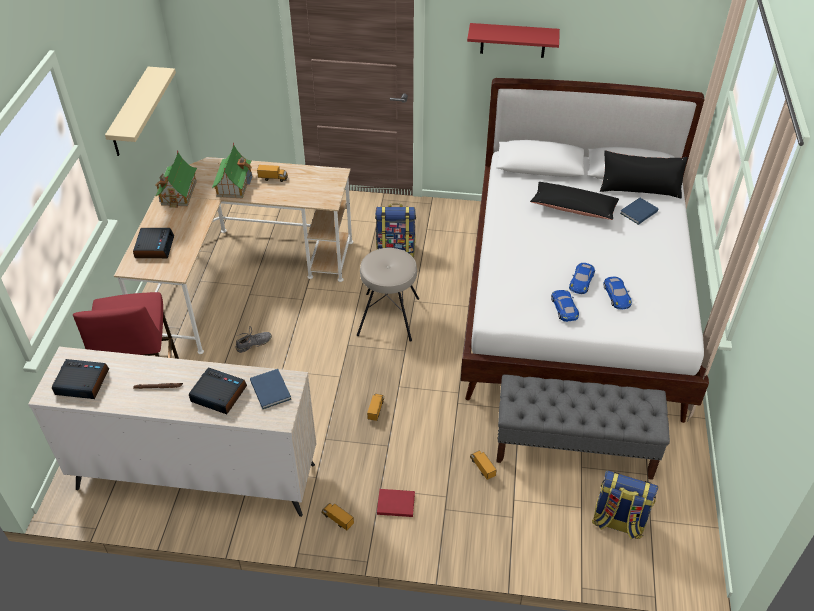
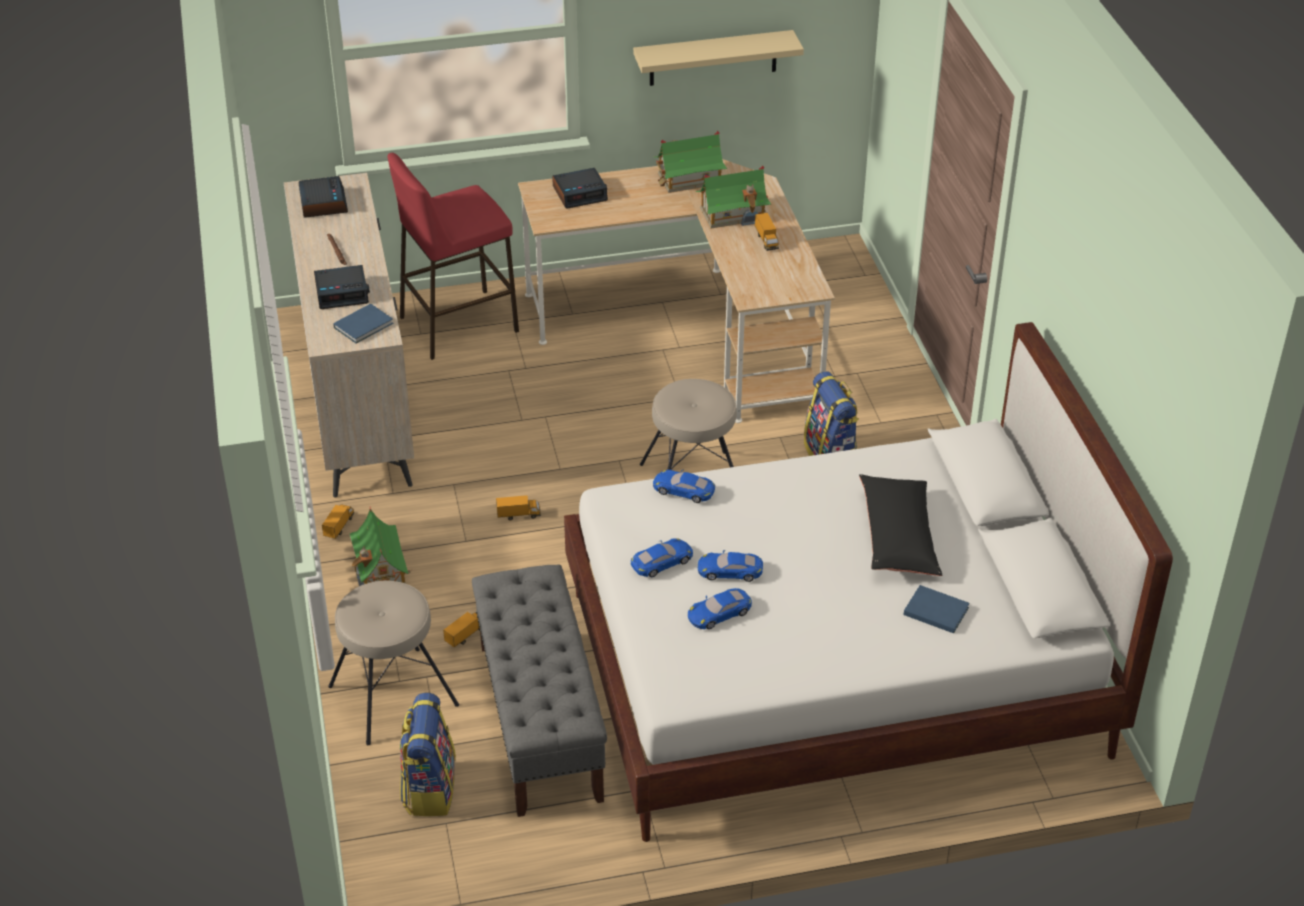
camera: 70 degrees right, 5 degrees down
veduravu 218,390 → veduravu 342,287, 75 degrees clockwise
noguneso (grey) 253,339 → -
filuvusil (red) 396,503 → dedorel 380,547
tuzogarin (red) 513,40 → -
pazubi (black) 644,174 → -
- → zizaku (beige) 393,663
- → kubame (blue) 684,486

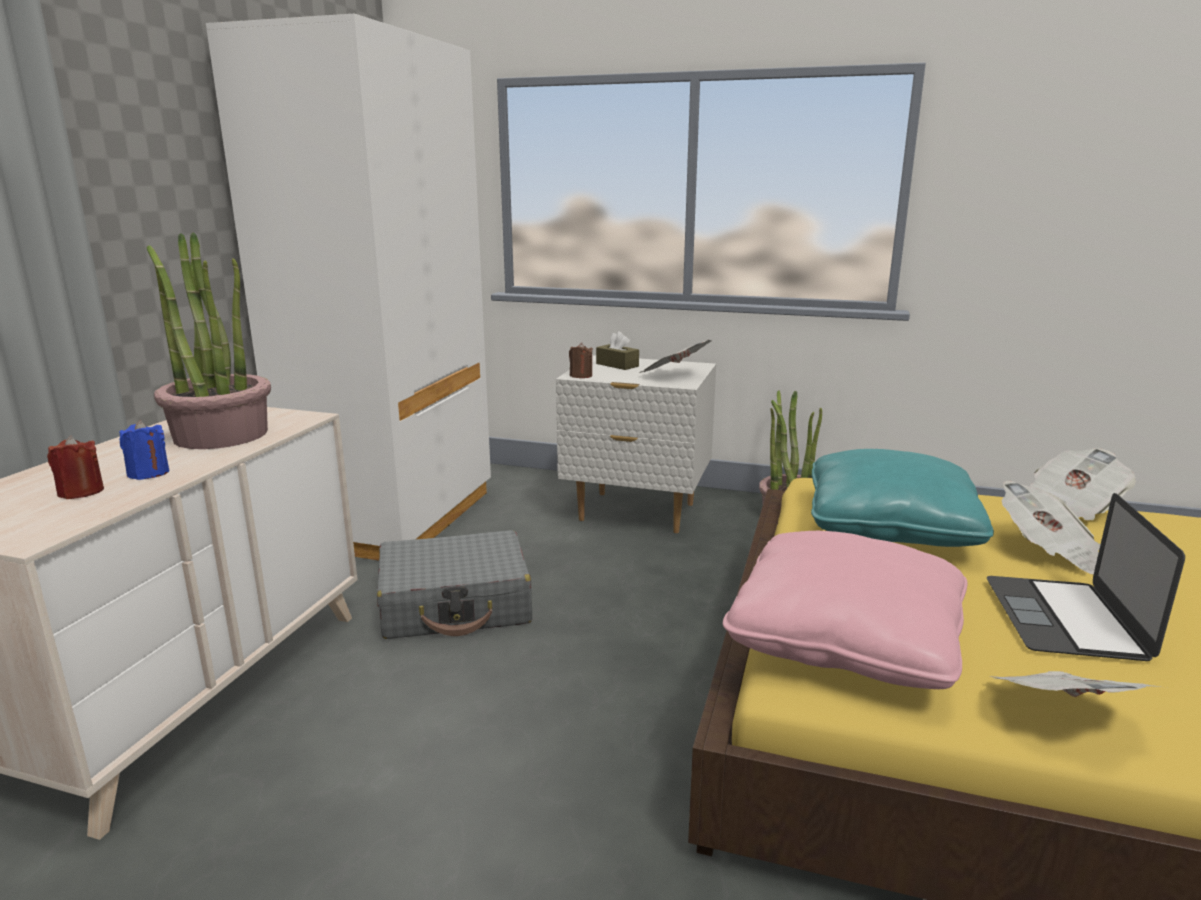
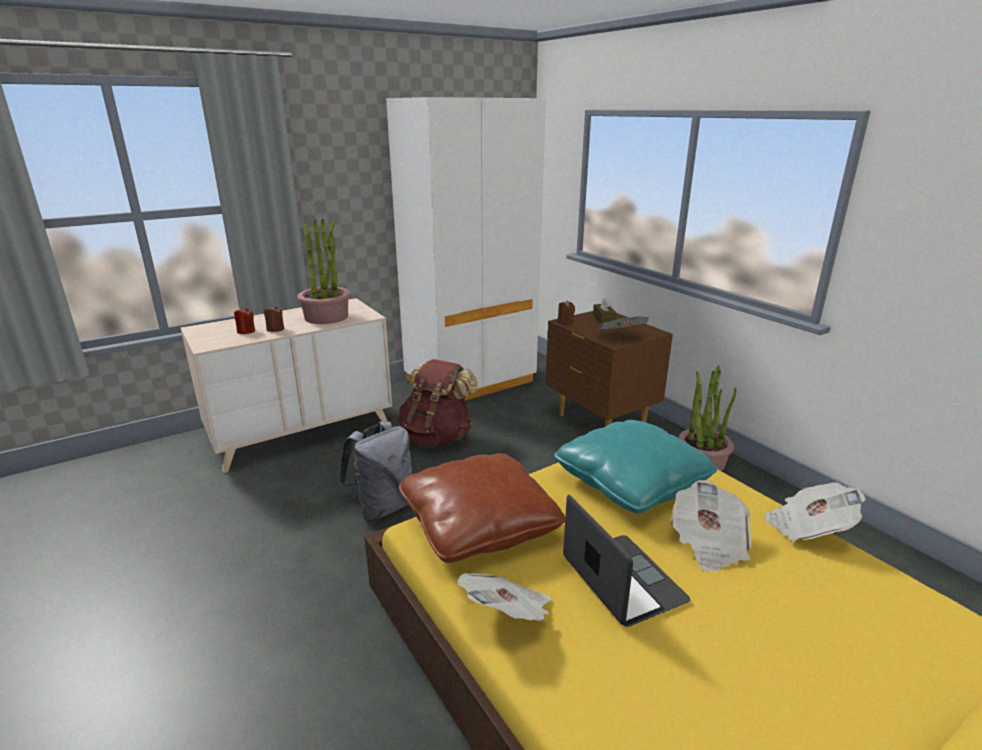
camera: 40 degrees right, 5 degrees up
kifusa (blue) 144,450 → kifusa (brown) 274,318
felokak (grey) 454,584 → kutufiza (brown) 438,403
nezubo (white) 636,444 → nezubo (brown) 609,369
pazubi (pink) 845,610 → pazubi (brown) 482,508
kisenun 1086,577 → kisenun 626,561, 105 degrees clockwise
- → kutufiza (grey) 375,471

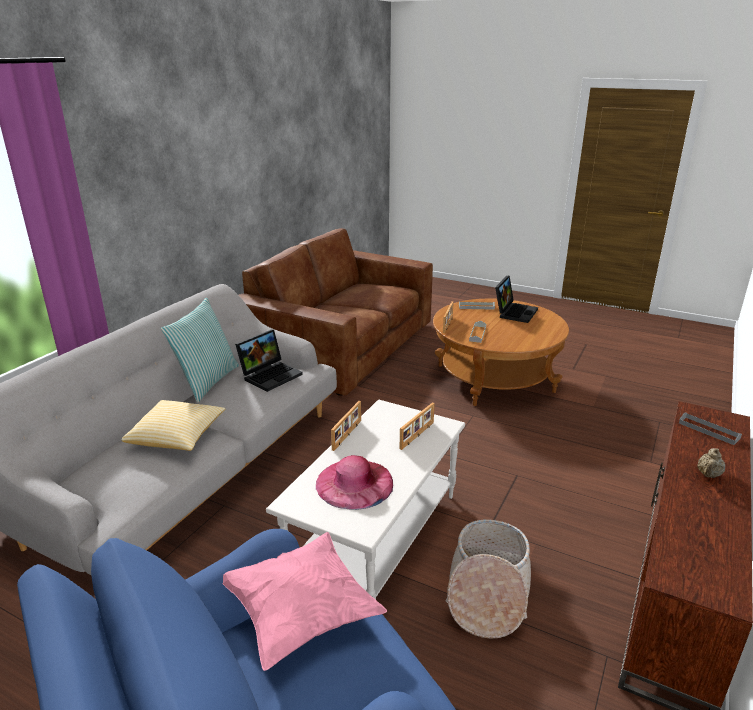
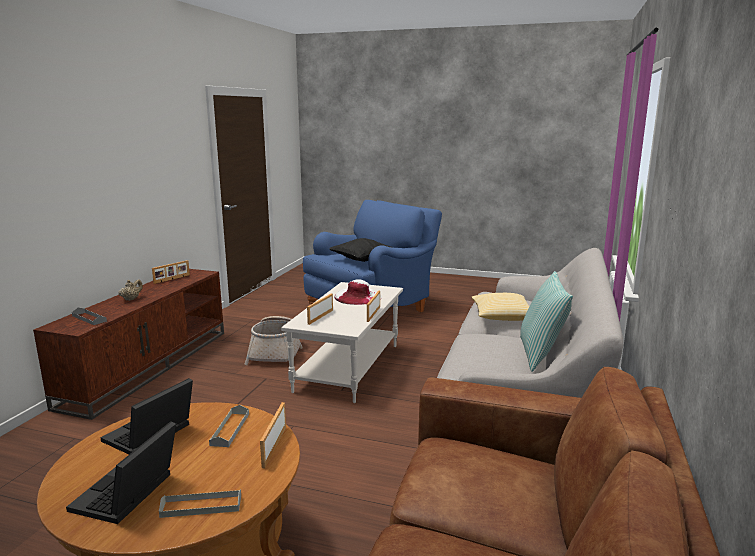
camera: 170 degrees right, 10 degrees down
pazubi (pink) 305,601 → pazubi (black) 361,250
kisenun 269,360 → kisenun 146,416, relocated
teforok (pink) 354,482 → teforok (white) 358,292
- → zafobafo 171,272

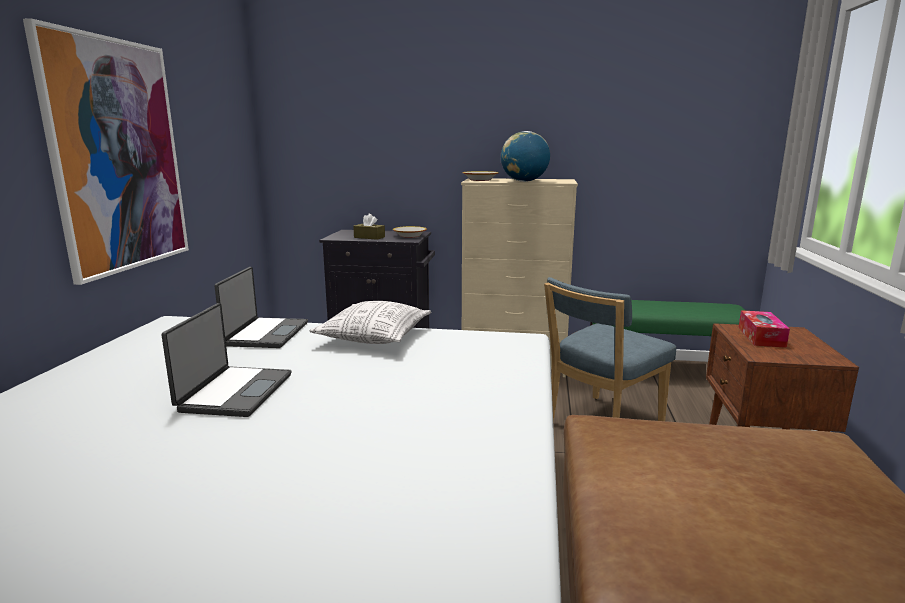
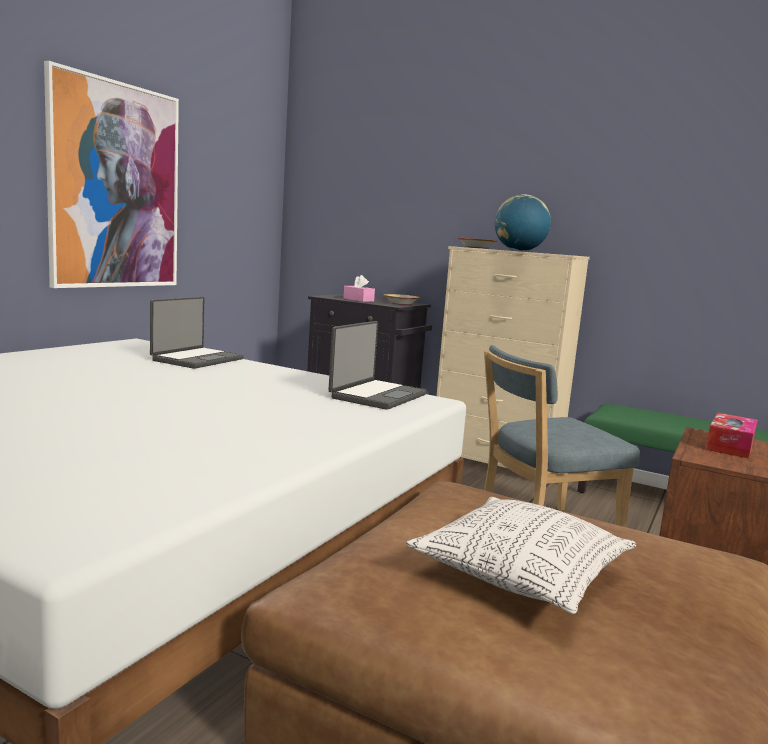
camera: 20 degrees right, 5 degrees down
kisenun 226,360 → kisenun 377,365, relocated
pazubi 370,322 → pazubi 521,555, relocated
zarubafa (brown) 369,227 → zarubafa (pink) 359,288

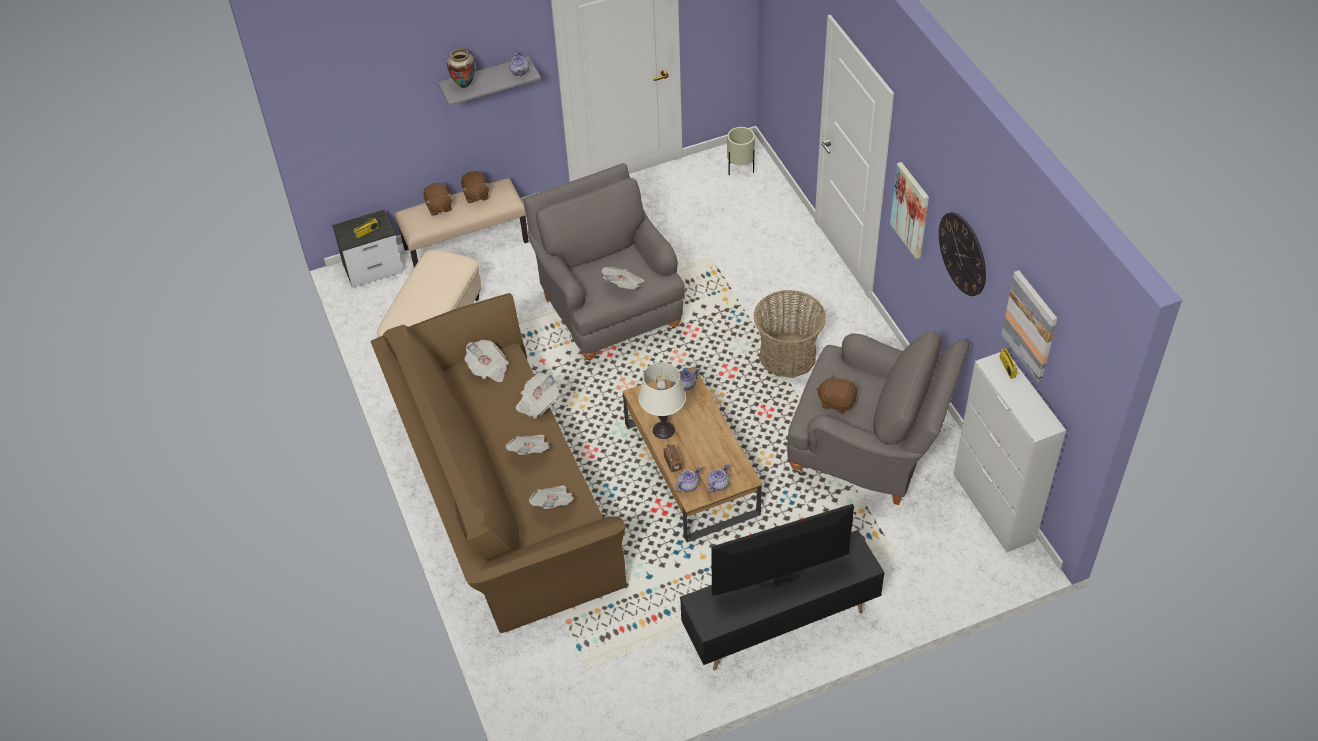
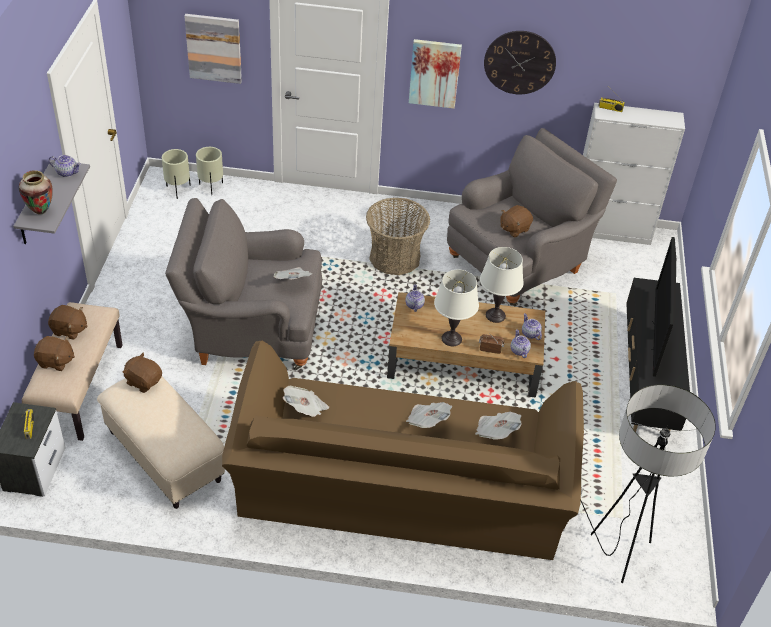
camera: 65 degrees left, 5 degrees down
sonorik 537,396 → -
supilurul 1029,326 → supilurul 213,49, relocated
- → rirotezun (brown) 142,373
- → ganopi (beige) 209,171
- → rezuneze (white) 502,285
- → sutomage 648,484

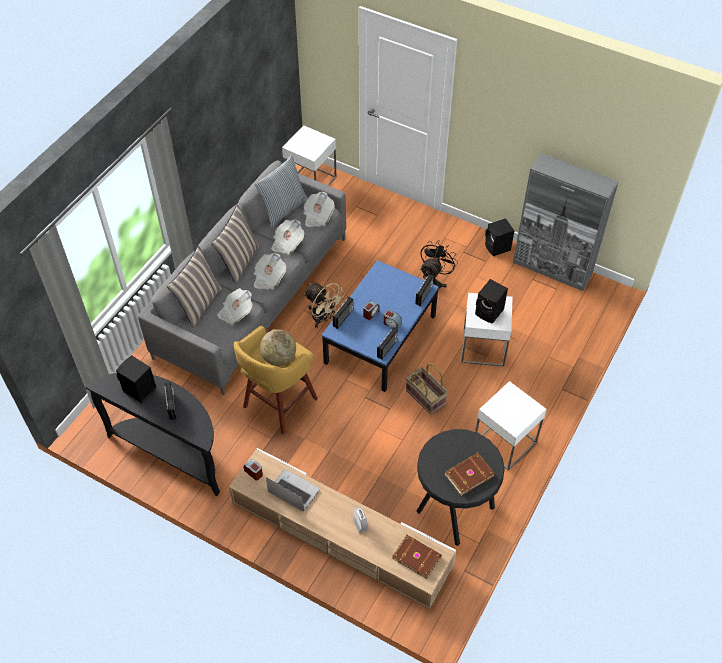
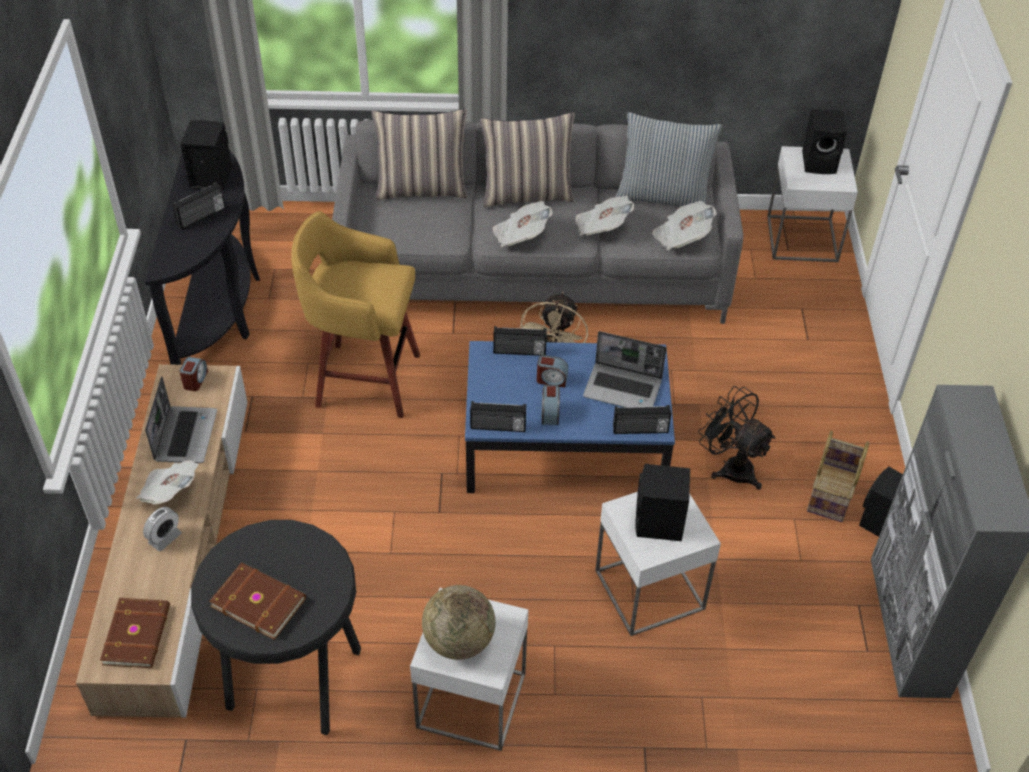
camera: 60 degrees right, 5 degrees down
sonorik 235,306 → sonorik 167,482, relocated
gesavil 278,347 → gesavil 458,622, relocated
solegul 427,389 → solegul 838,476, relocated
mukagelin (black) 439,264 → mukagelin (black) 737,438, 135 degrees counterclockwise
- → kisenun 625,369
- → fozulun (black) 824,141

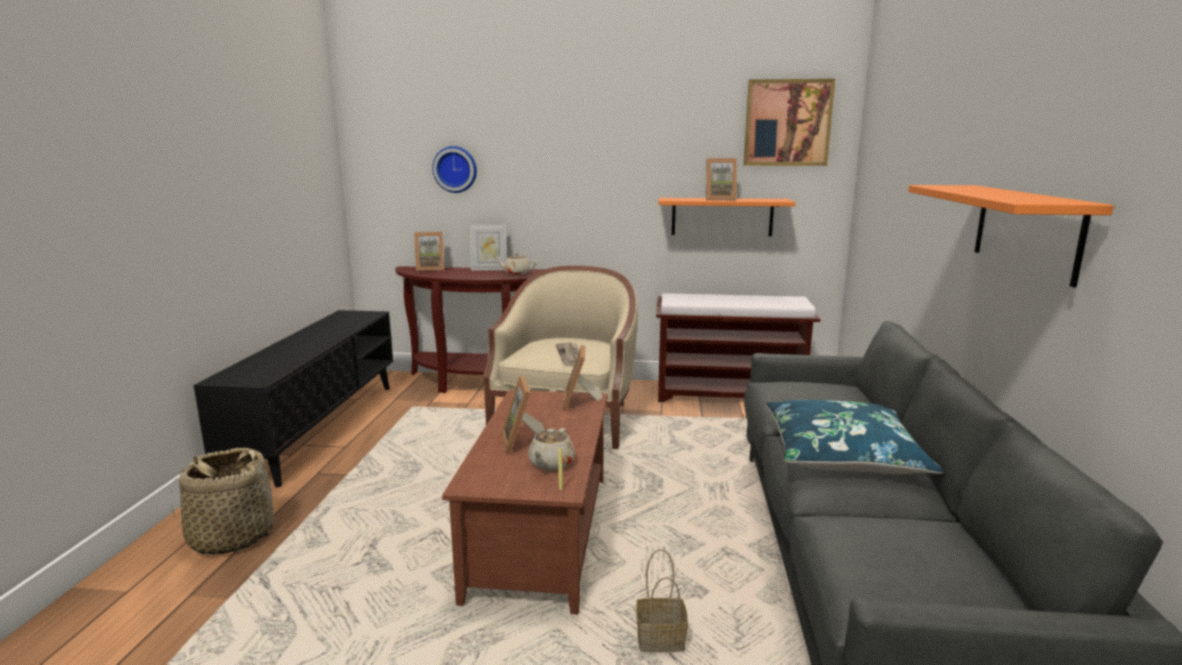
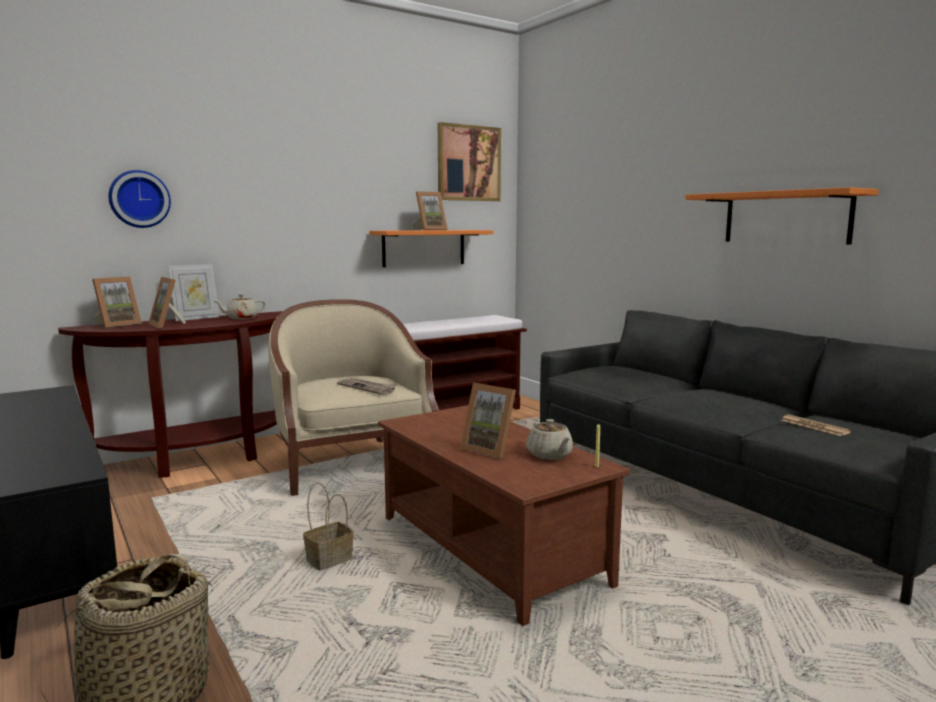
camera: 40 degrees left, 5 degrees down
zafobafo 582,377 → zafobafo 167,303, relocated
solegul 662,601 → solegul 328,526, relocated
pazubi (blue) 854,437 → -
- → sonorik 816,425

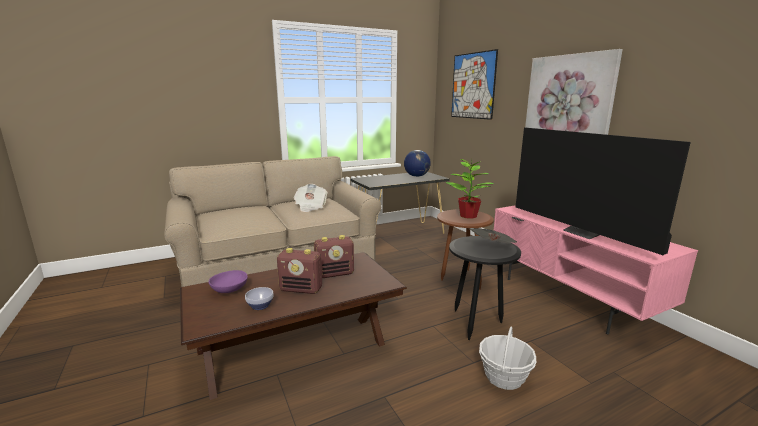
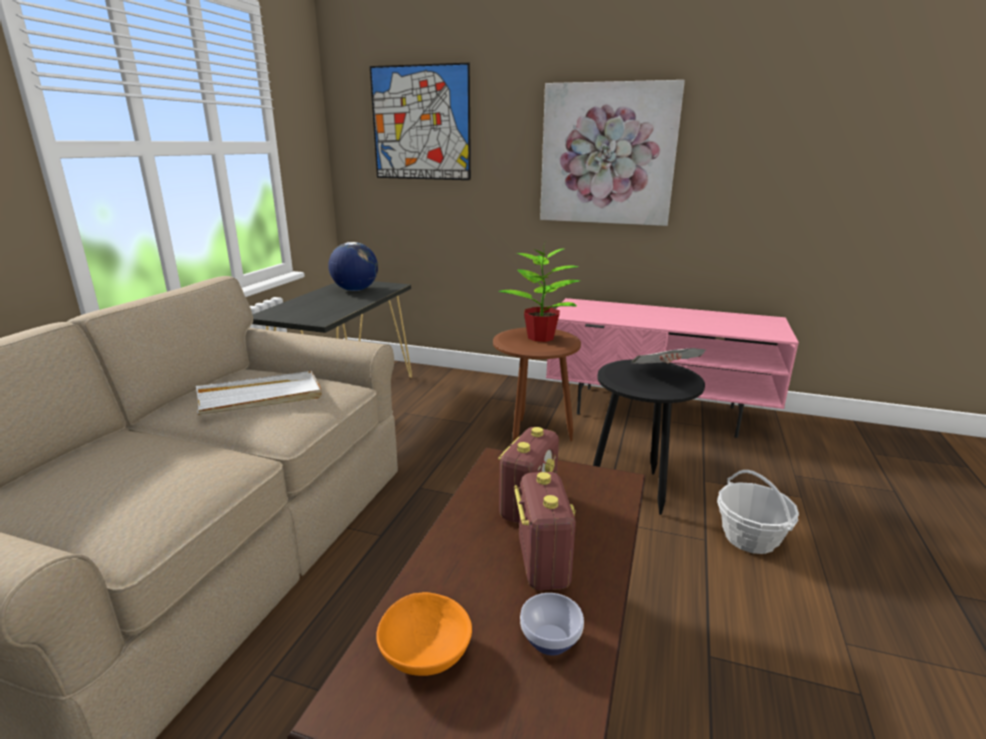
camera: 45 degrees left, 5 degrees up
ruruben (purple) 228,281 → ruruben (orange) 424,634
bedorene 299,271 → bedorene 545,531, 60 degrees counterclockwise
sonorik 310,198 → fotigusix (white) 259,393
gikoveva 603,191 → -

